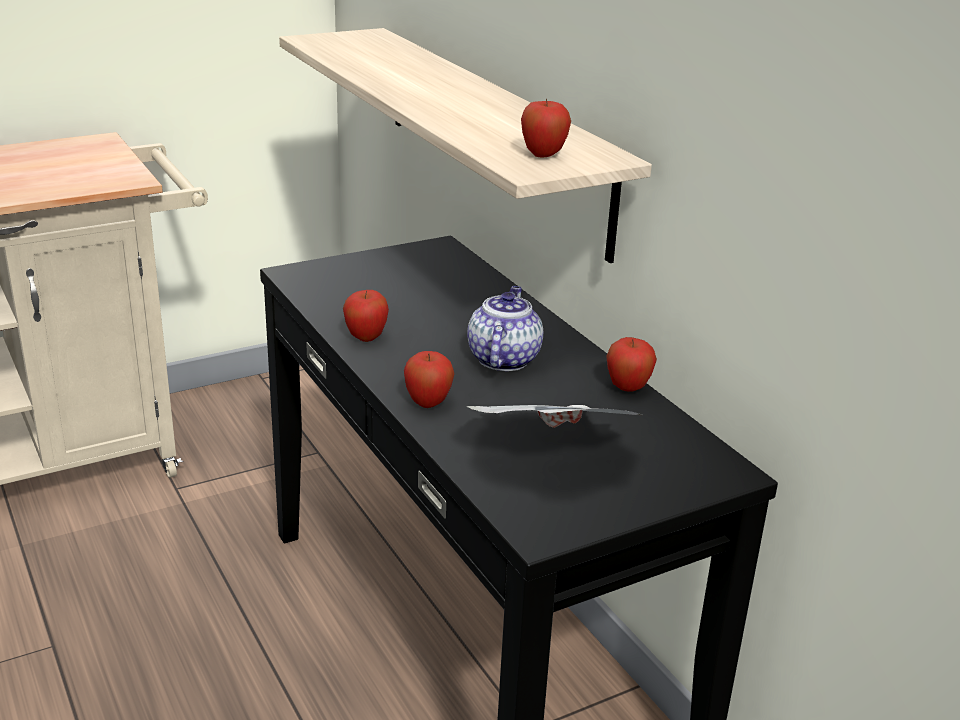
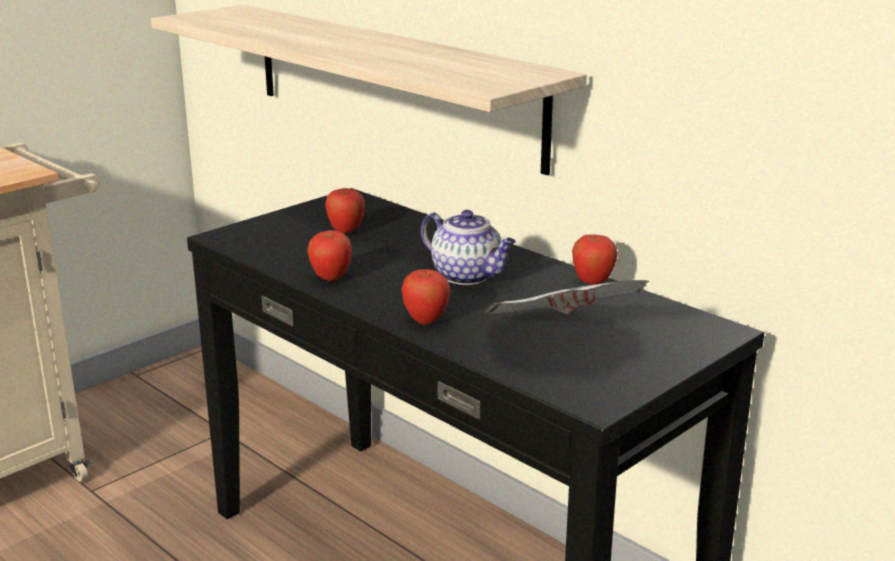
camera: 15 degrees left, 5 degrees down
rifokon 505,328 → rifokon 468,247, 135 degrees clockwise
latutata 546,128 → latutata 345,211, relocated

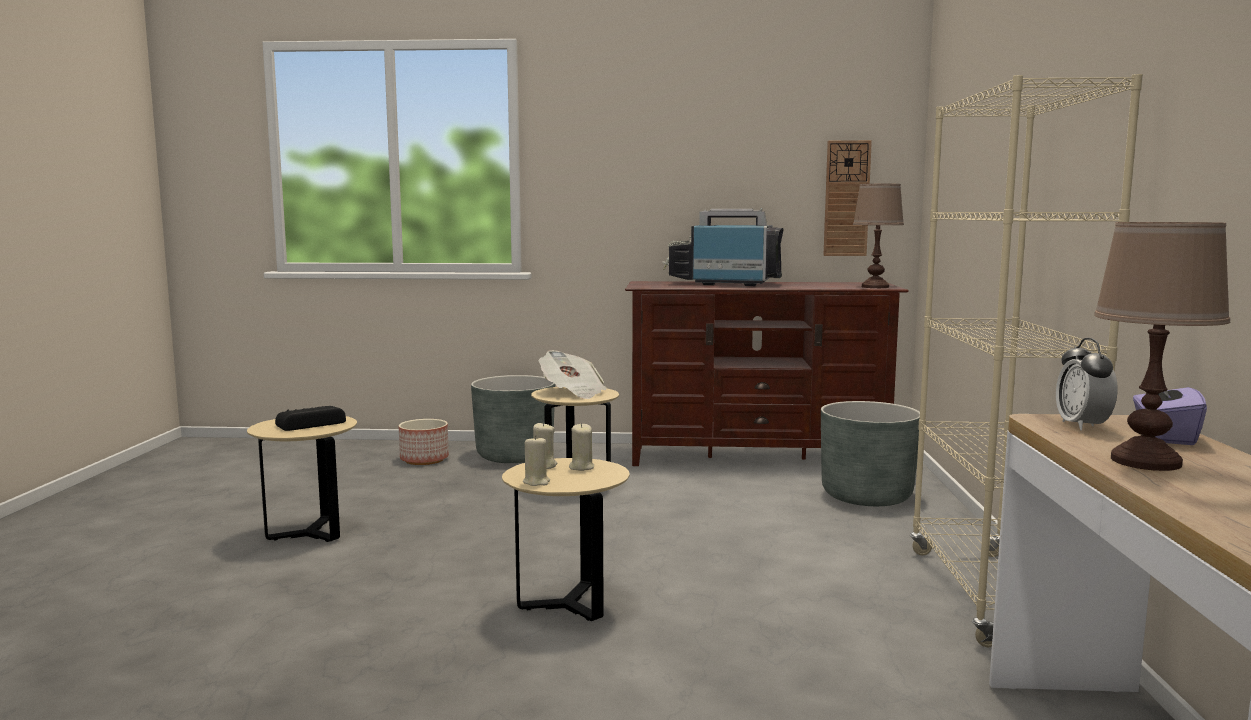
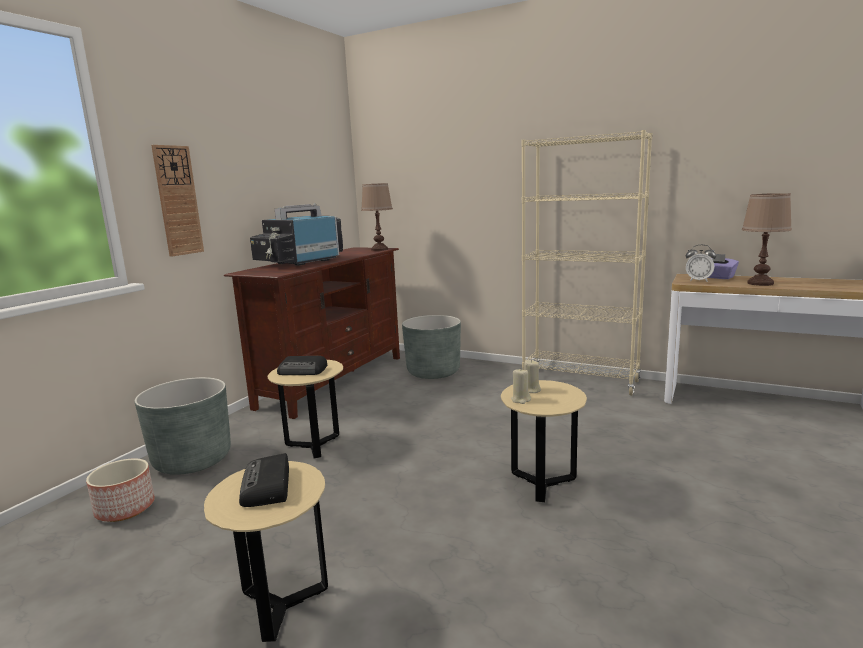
camera: 65 degrees left, 5 degrees up
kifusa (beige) 536,460 → -
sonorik 573,374 → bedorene 302,365
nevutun 847,198 → nevutun 177,201, relocated

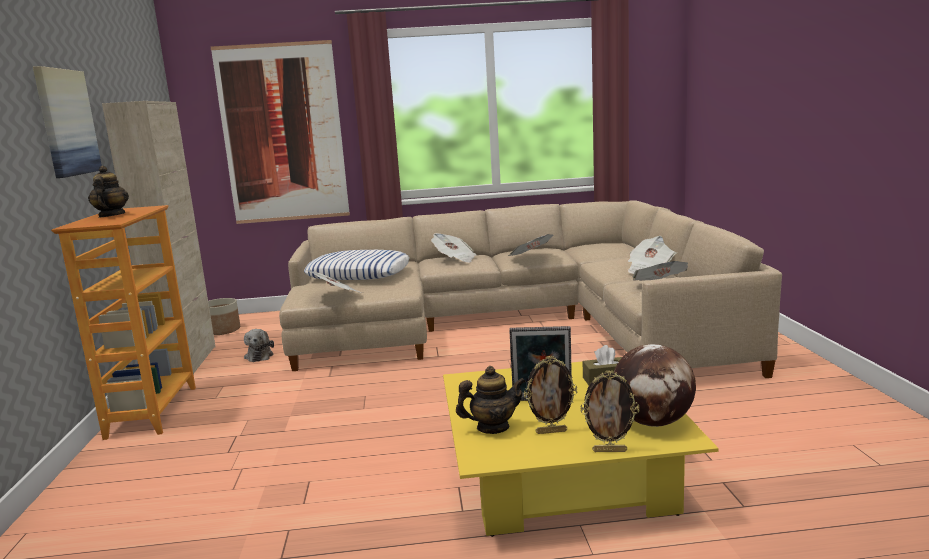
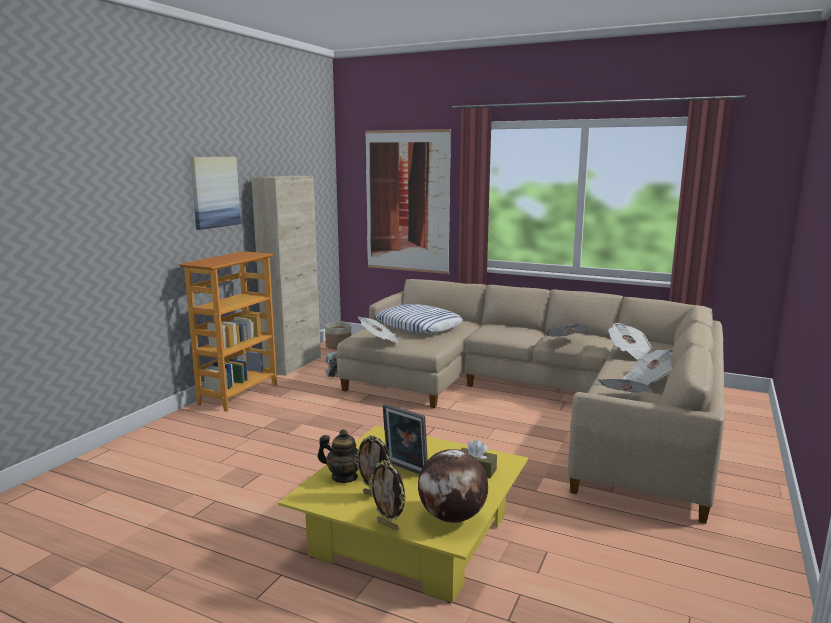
camera: 30 degrees right, 0 degrees up
rifokon 108,191 → -
sonorik 454,248 → sonorik 631,341, relocated

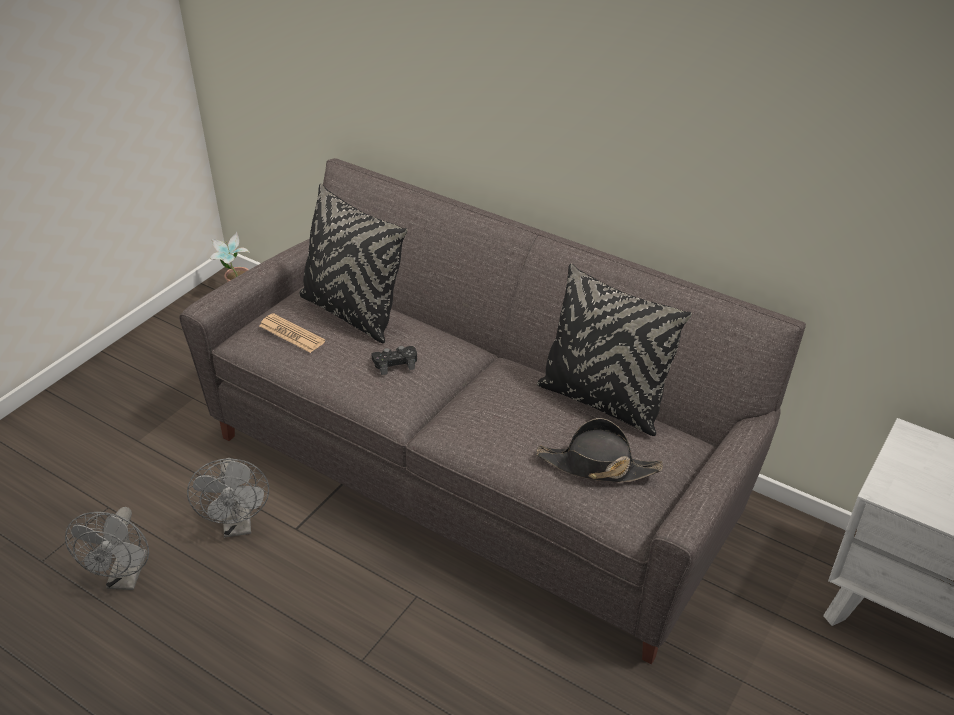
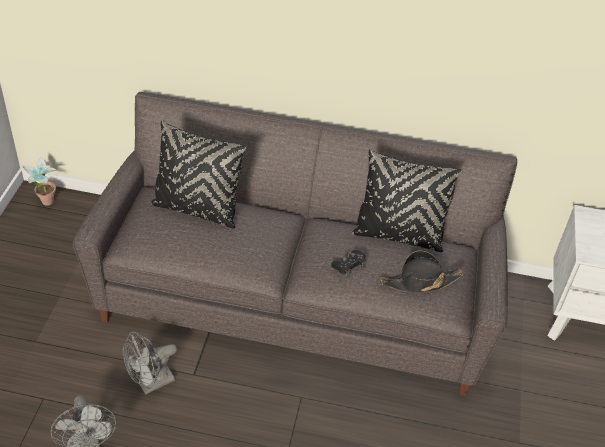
camera: 25 degrees left, 5 degrees up
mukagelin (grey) 228,498 → mukagelin (grey) 150,363, 90 degrees clockwise
sonorik 292,333 → -
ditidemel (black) 394,360 → ditidemel (black) 348,264, relocated

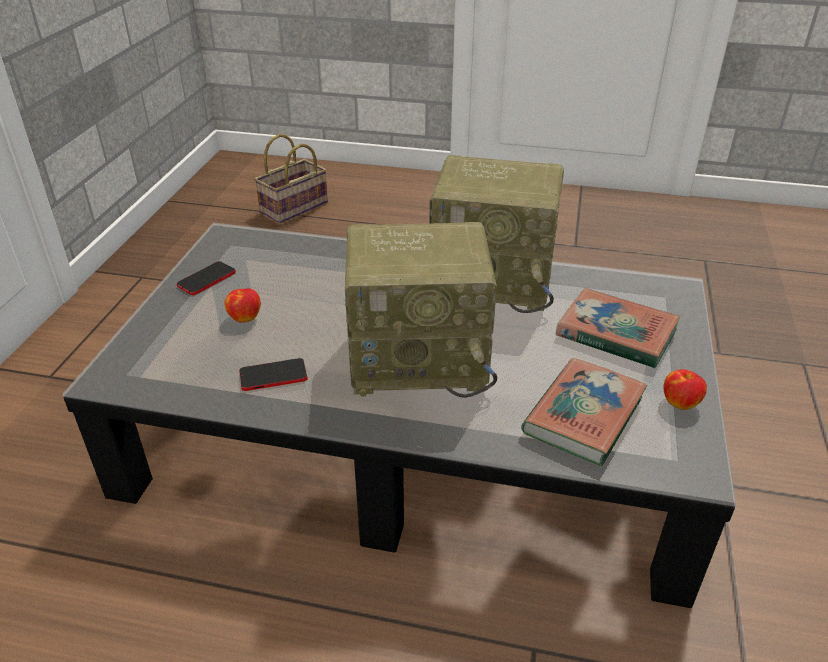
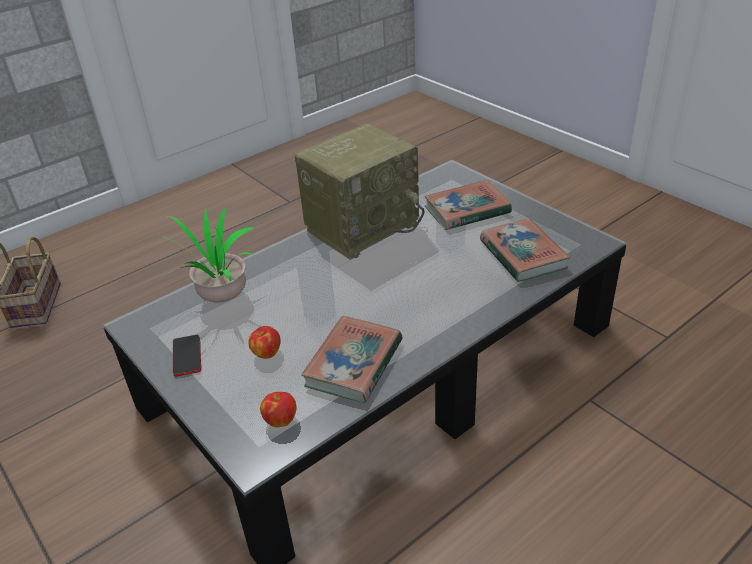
camera: 50 degrees left, 0 degrees up
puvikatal 273,374 → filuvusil 351,359
bedorene 421,310 → -
latutata 685,389 → latutata 278,409, relocated
- → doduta 206,254

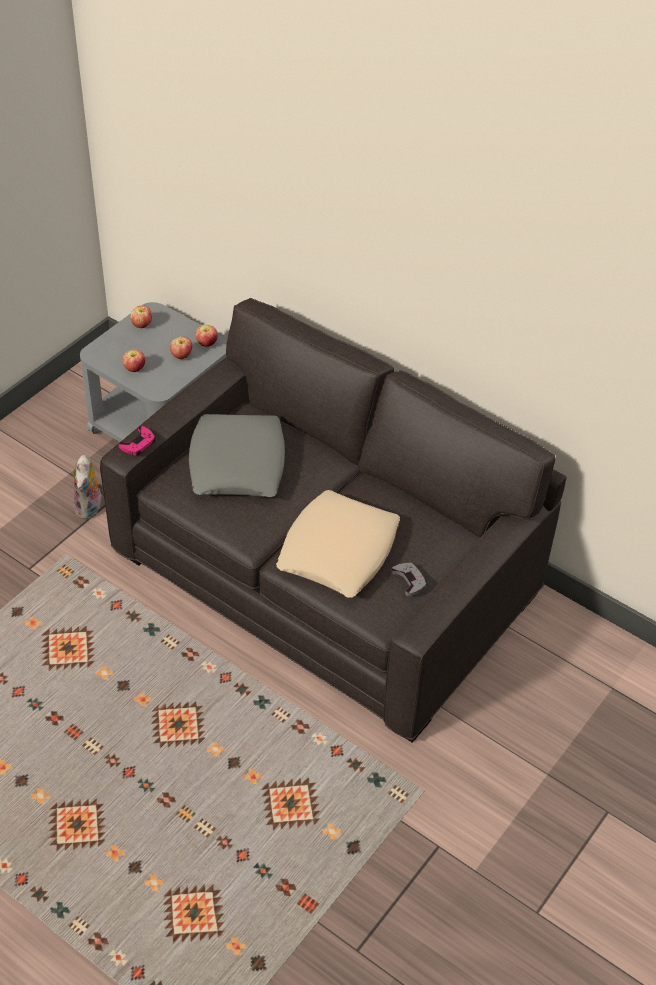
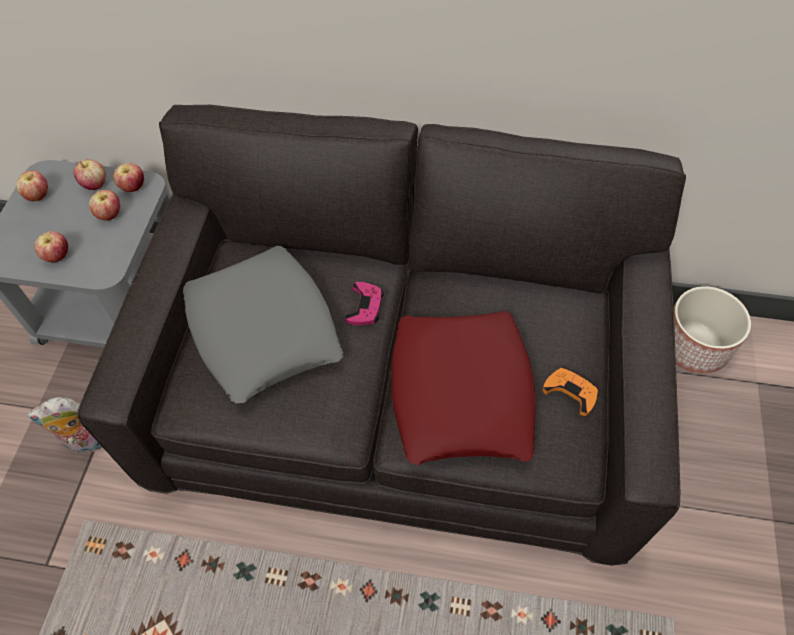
camera: 25 degrees left, 10 degrees up
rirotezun 88,486 → rirotezun 64,425, 105 degrees clockwise
ditidemel (pink) 137,440 → ditidemel (pink) 364,303, relocated
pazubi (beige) 338,544 → pazubi (red) 463,388
ditidemel (grey) 409,579 → ditidemel (orange) 570,392
- → latutata 90,174
- → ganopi 712,329

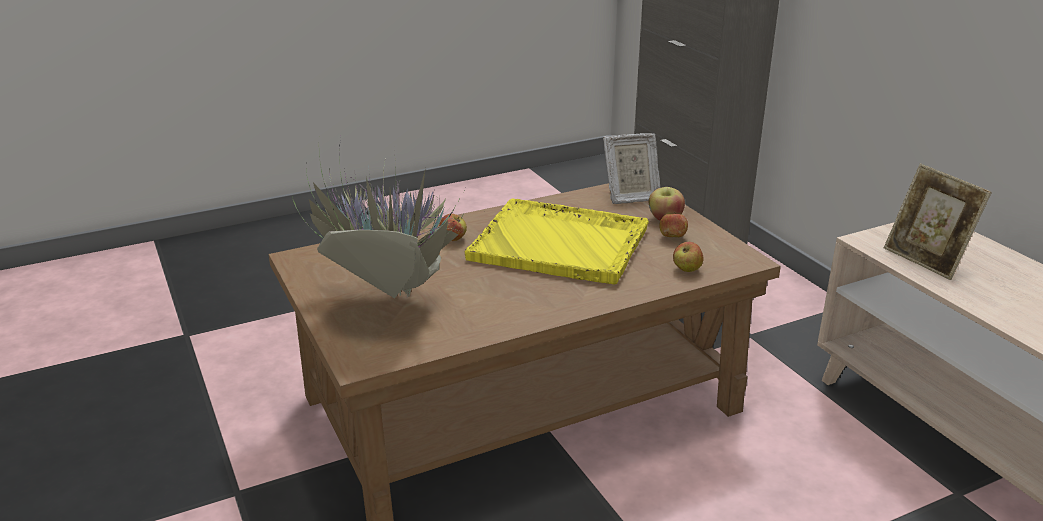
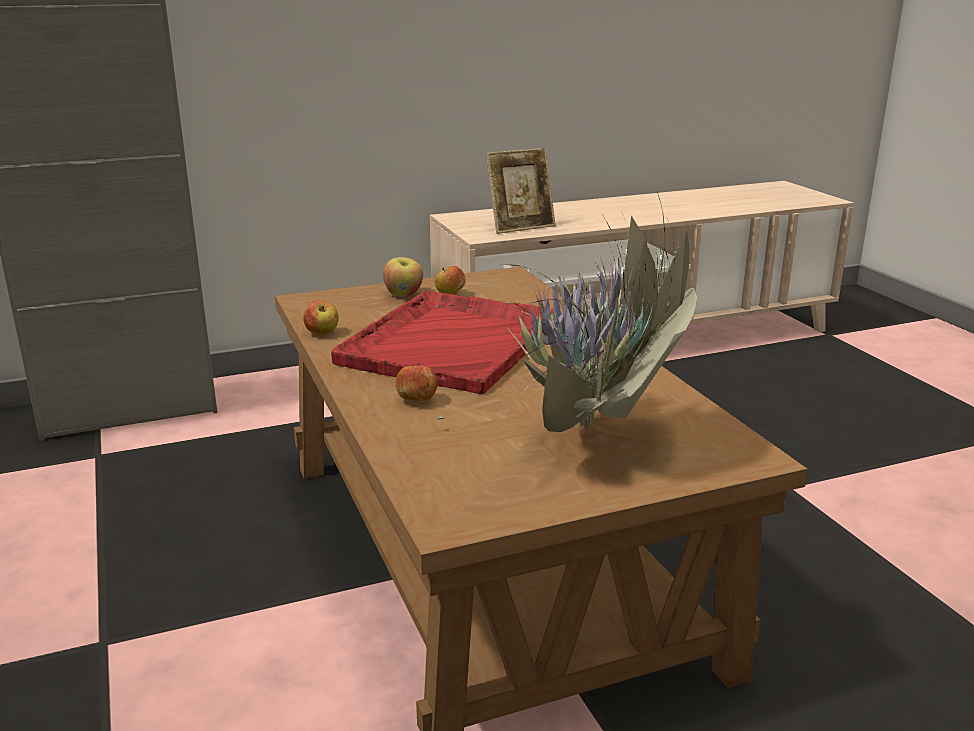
camera: 85 degrees left, 5 degrees down
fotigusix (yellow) 556,242 → fotigusix (red) 442,342
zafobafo 631,168 → -
latutata 688,257 → latutata 321,317, relocated

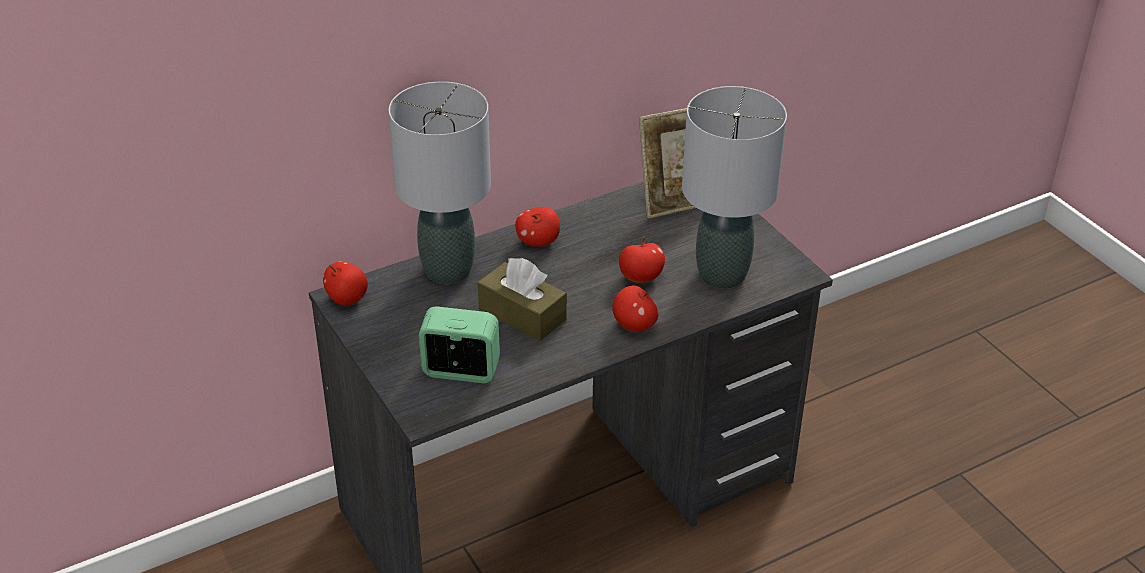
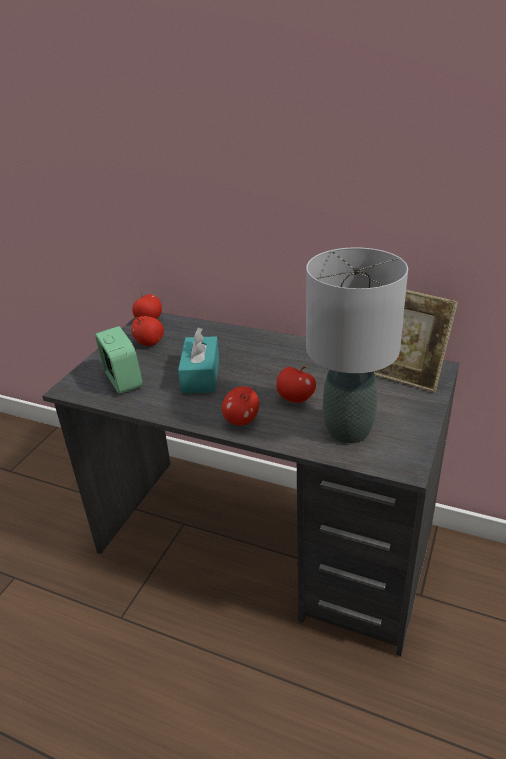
camera: 55 degrees right, 5 degrees down
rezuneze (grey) 439,183 → -
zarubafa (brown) 522,299 → zarubafa (turquoise) 198,360
latutata 537,227 → latutata 147,331, relocated

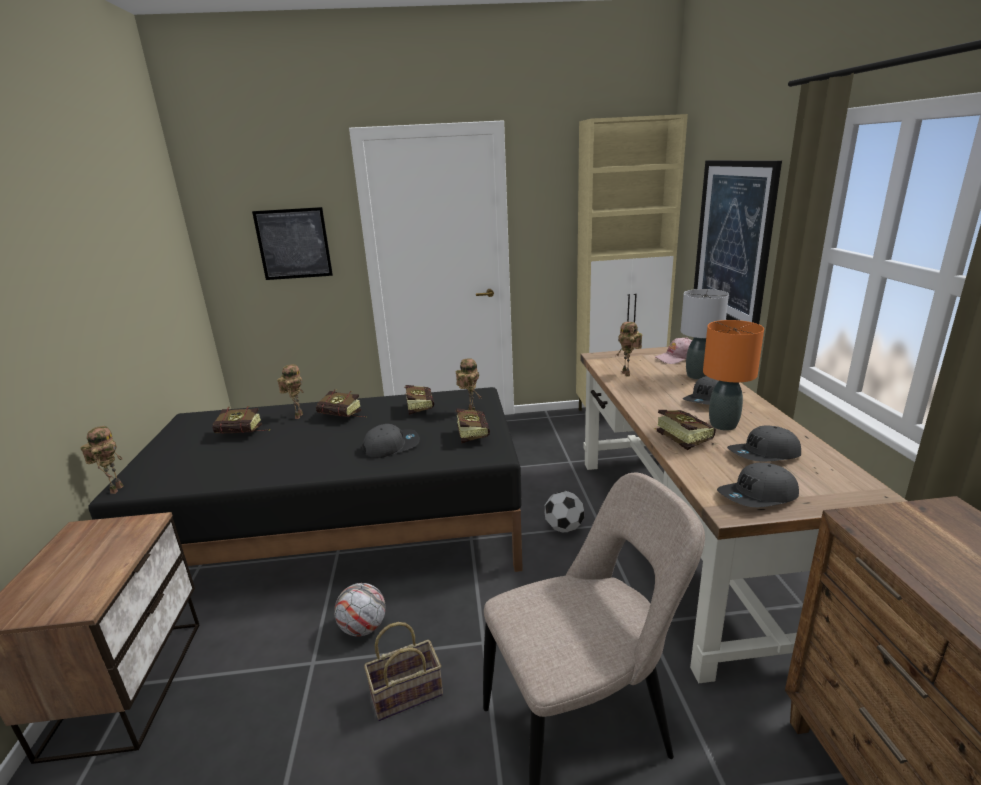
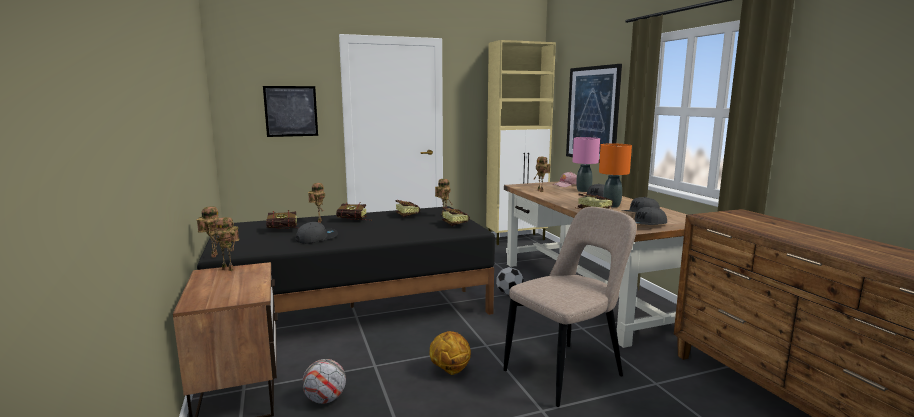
camera: 15 degrees left, 10 degrees down
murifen 360,610 → murifen 324,381, relocated
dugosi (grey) 391,441 → dugosi (grey) 316,233, relocated
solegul 403,671 → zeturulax 450,353
rezuneze (grey) 705,334 → rezuneze (pink) 586,164
- → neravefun 225,244

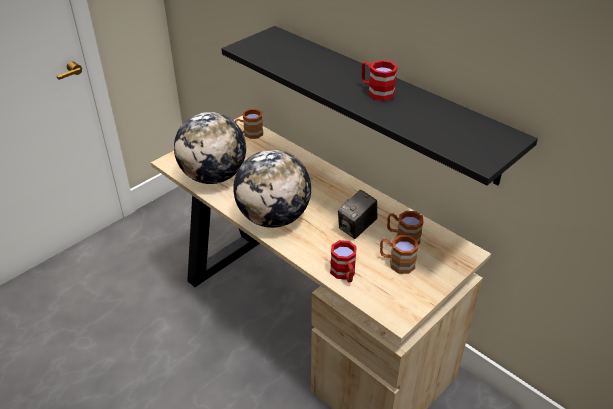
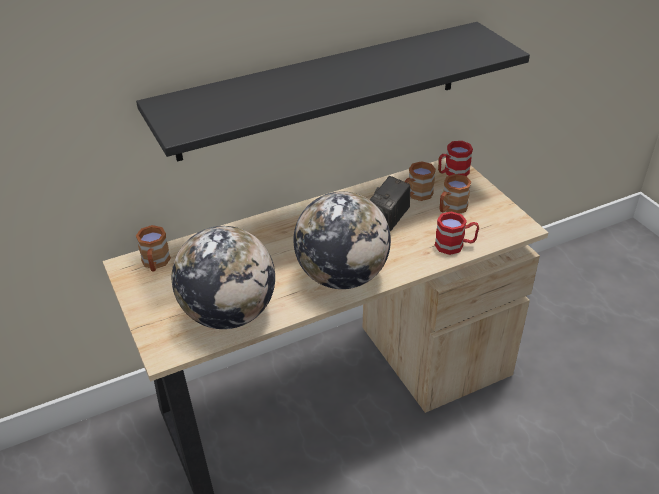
camera: 70 degrees left, 0 degrees up
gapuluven 357,214 → gapuluven 390,203, 60 degrees clockwise
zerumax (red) 380,80 → zerumax (red) 455,158, relocated

